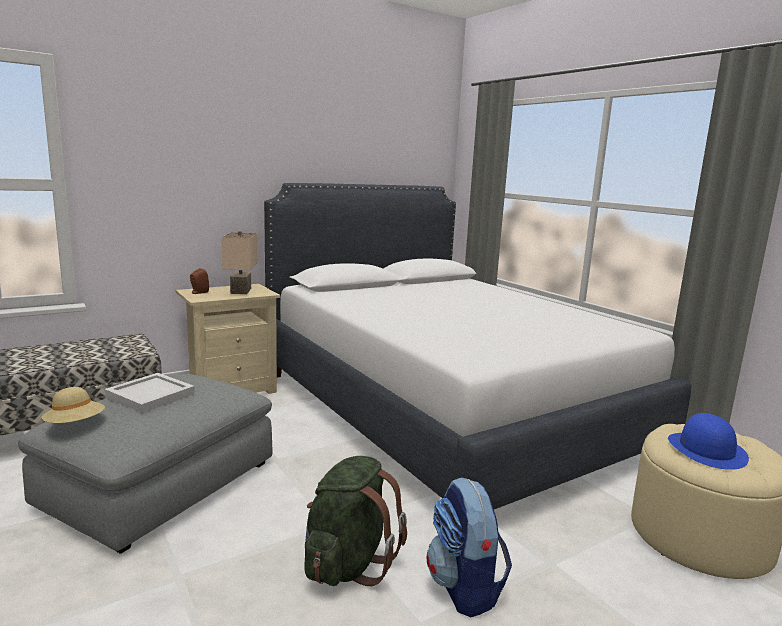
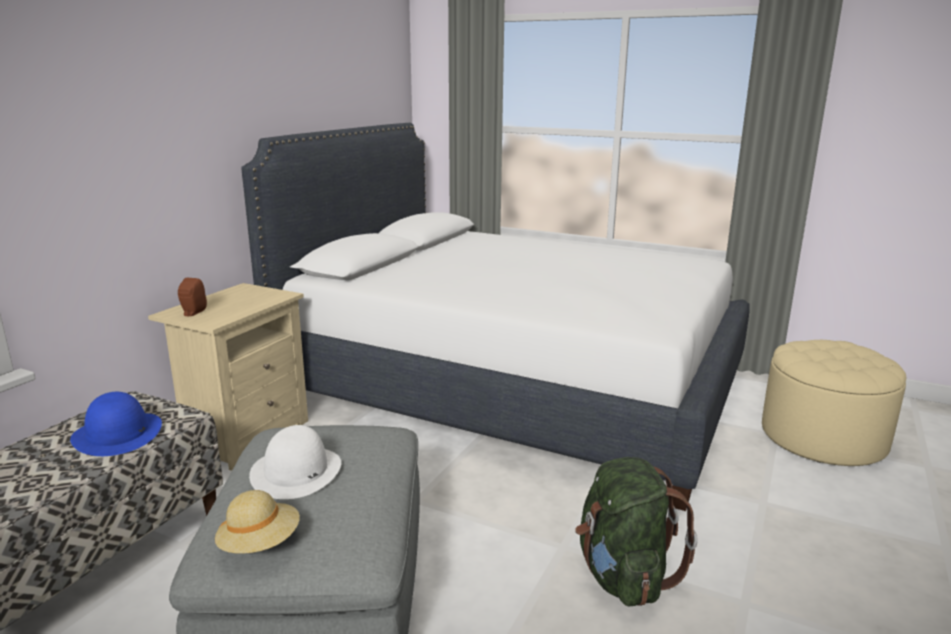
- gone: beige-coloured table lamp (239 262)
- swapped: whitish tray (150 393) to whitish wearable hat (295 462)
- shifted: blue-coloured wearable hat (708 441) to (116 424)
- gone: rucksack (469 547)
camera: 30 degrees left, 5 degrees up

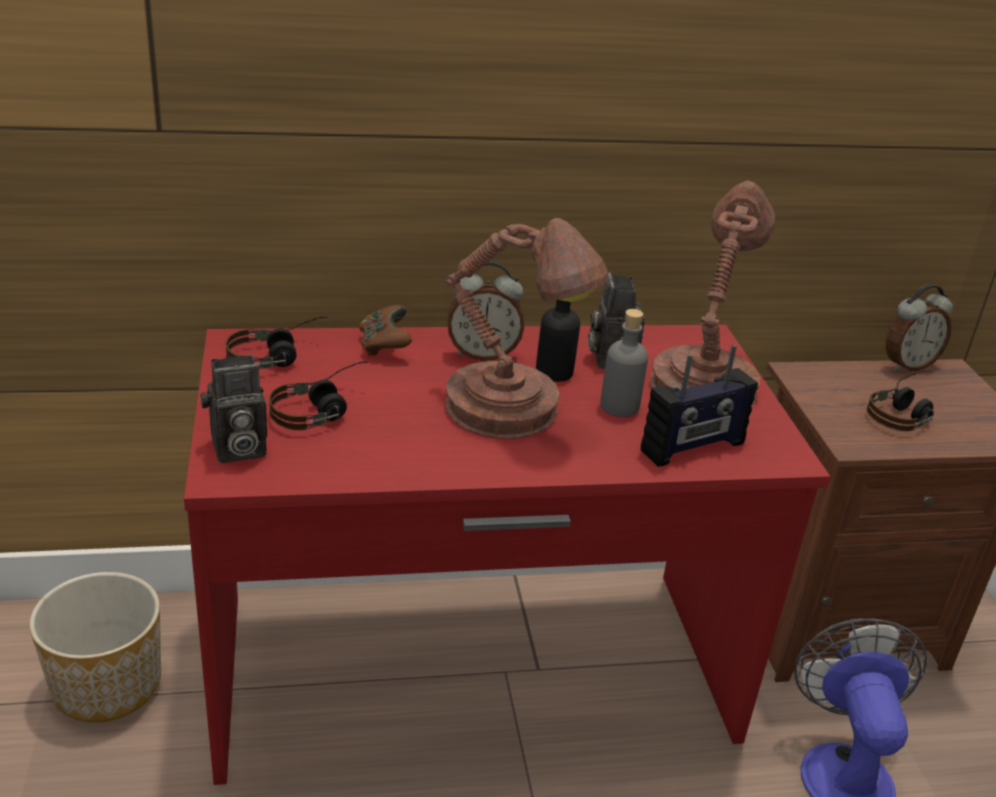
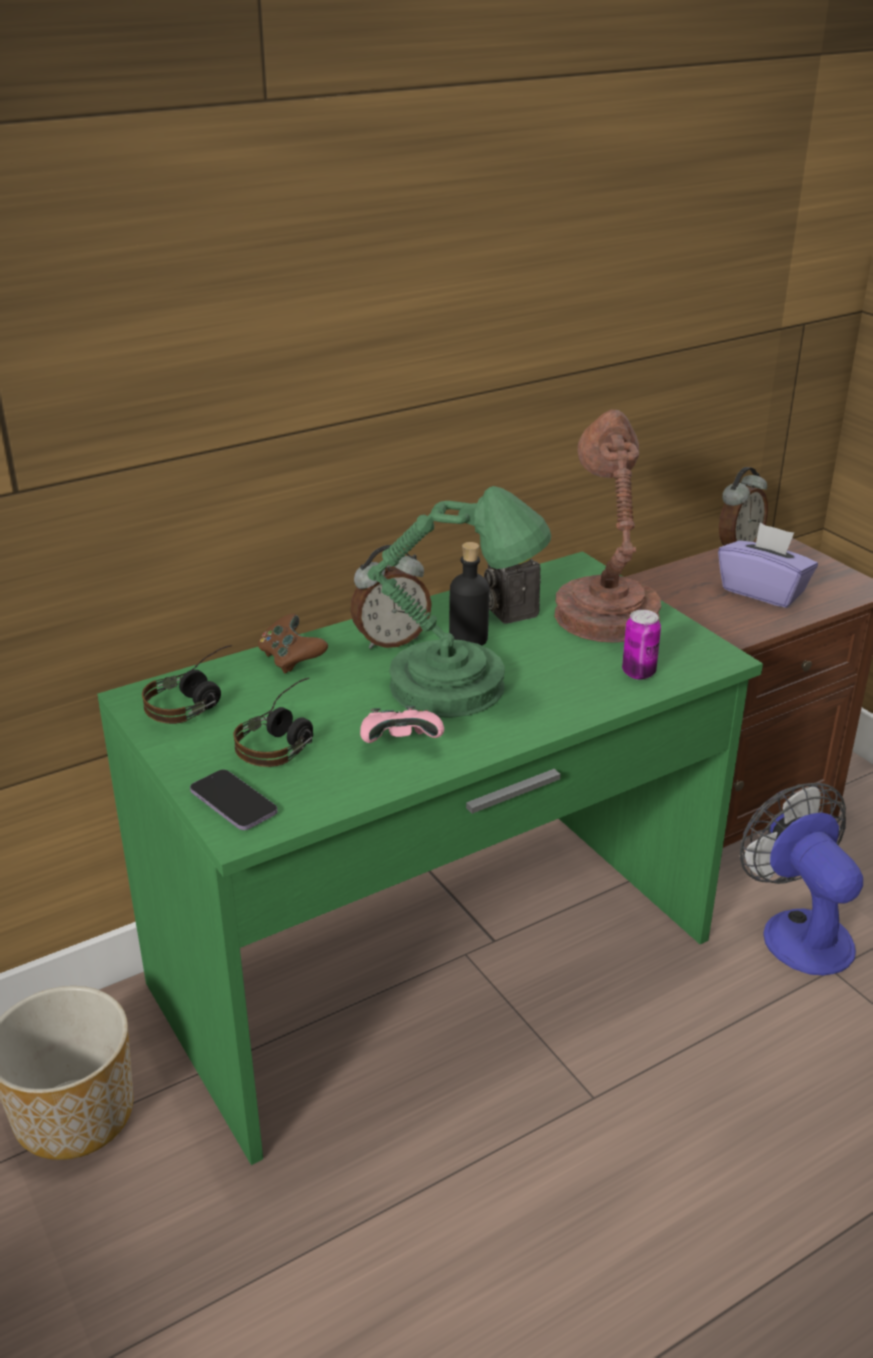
- repainted: brown-coloured table lamp (526 328) to greenish table lamp (459 602)
- gone: grey drink bottle (624 363)
- repainted: red desk (507 555) to greenish desk (430 858)
- swapped: radio receiver (699 406) to sealed can (641 645)
- swapped: photo camera (233 409) to telephone (233 800)
- swapped: headphones (900 400) to purplish box of tissues (768 565)
- new: pink-coloured game controller (402 724)
camera: 20 degrees left, 0 degrees up

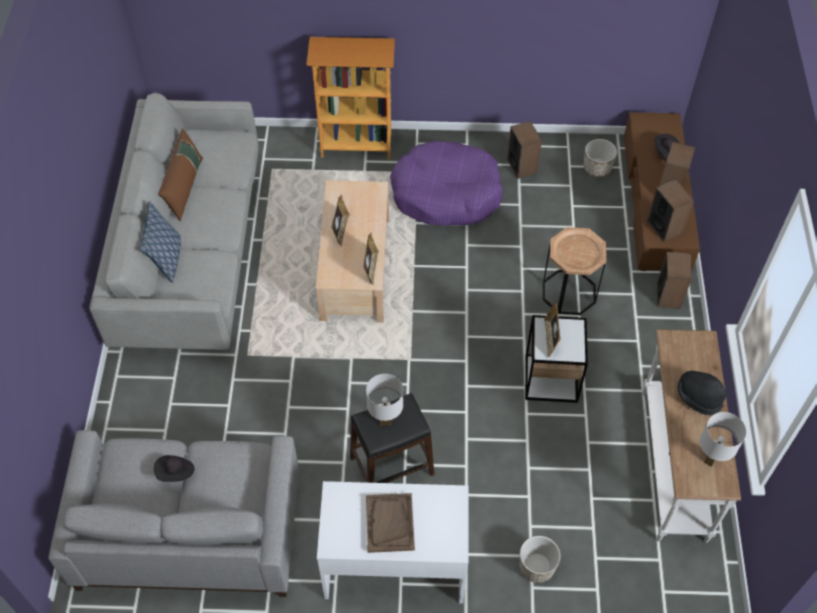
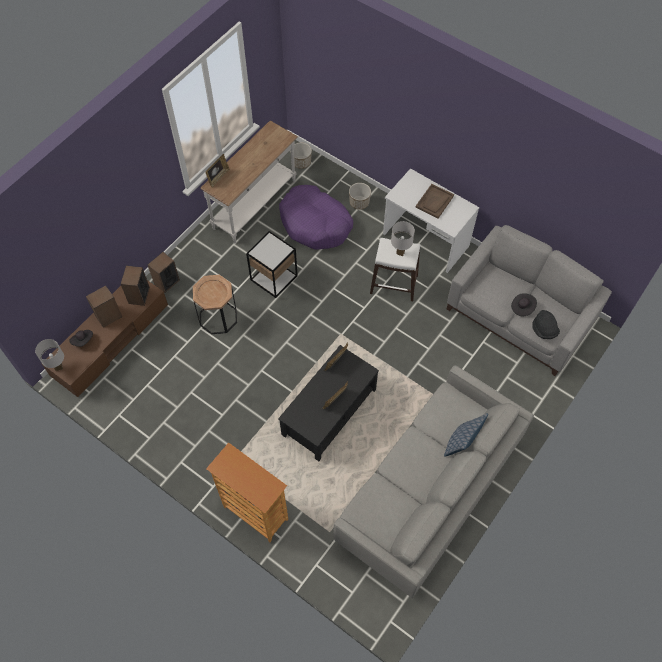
- gone: audio speaker (524 150)
- gone: brown-coloured cushion (180 175)
- shifted: plant pot (600 158) to (301 155)
- shifted: purplish pet bed (446 183) to (316 217)
- repainted: beige-coloured low table (352 251) to blackish low table (328 403)
- shifted: photo frame (552 329) to (218 170)
- shifted: blackish wearable hat (701 393) to (546 324)
- repainted: blackish stool (392 438) to whitish stool (395 269)
- shifted: whitish table lamp (723 439) to (49 355)
camera: 145 degrees left, 5 degrees up

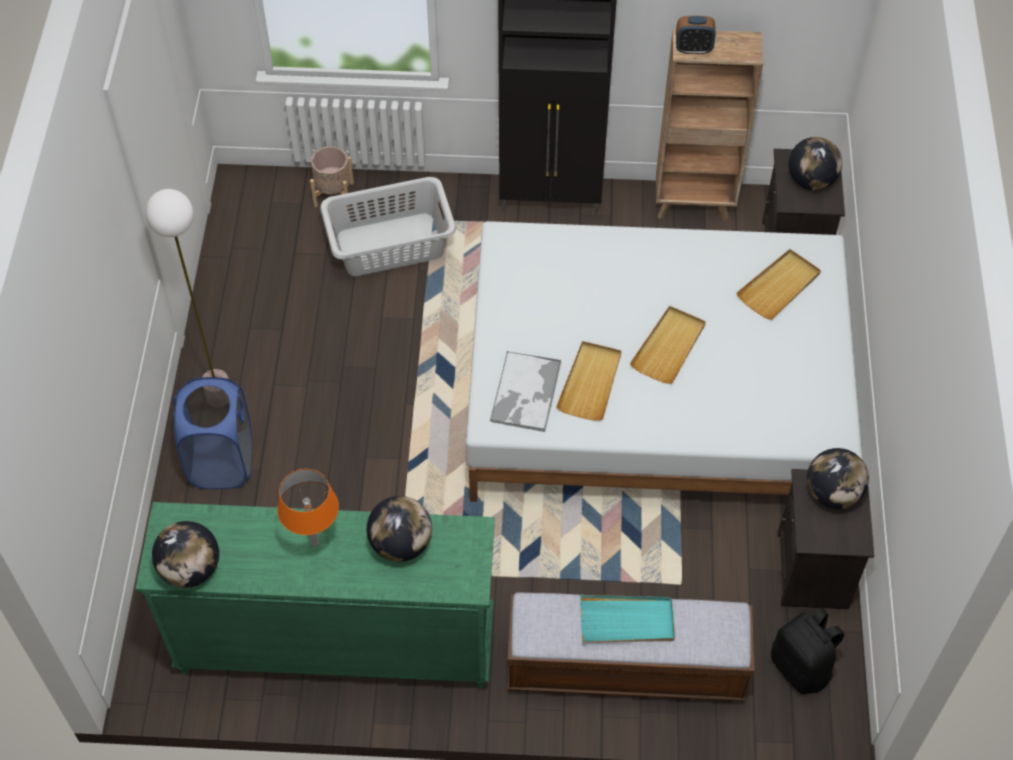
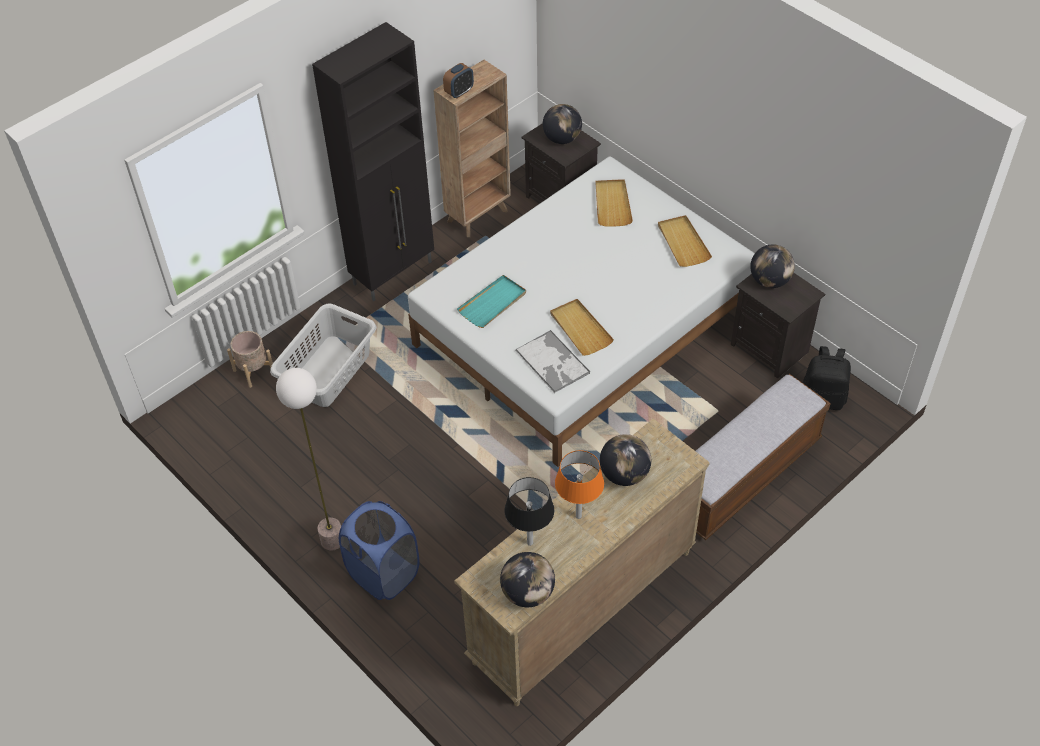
- shifted: beige-coloured tray (668 345) to (685 241)
- repainted: greenish chest of drawers (315 595) to beige-coloured chest of drawers (582 562)
- shifted: turquoise tray (627 618) to (491 301)
- new: blackish table lamp (529 511)
camera: 45 degrees left, 5 degrees down

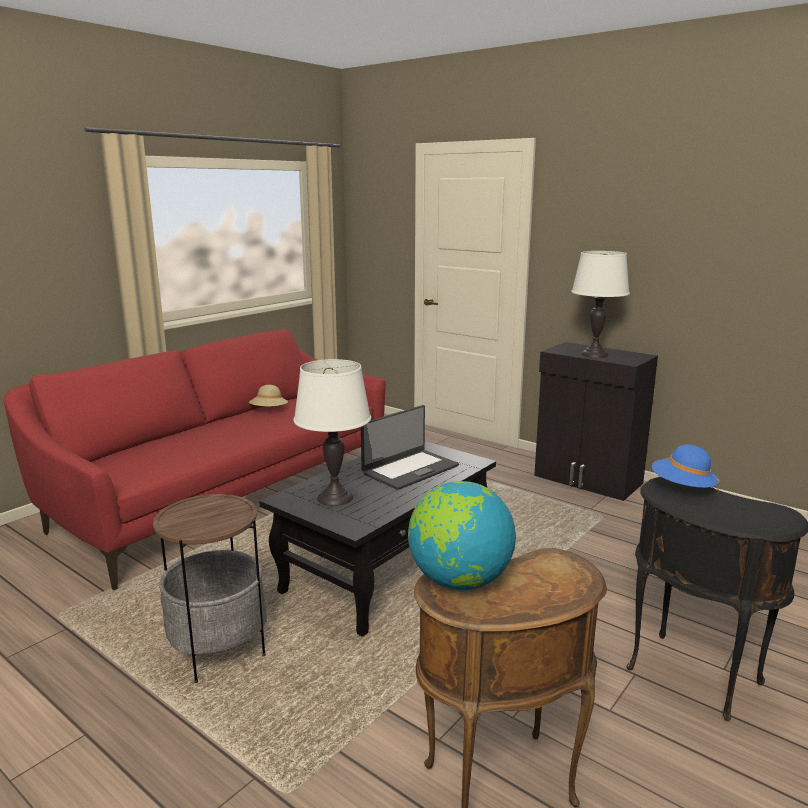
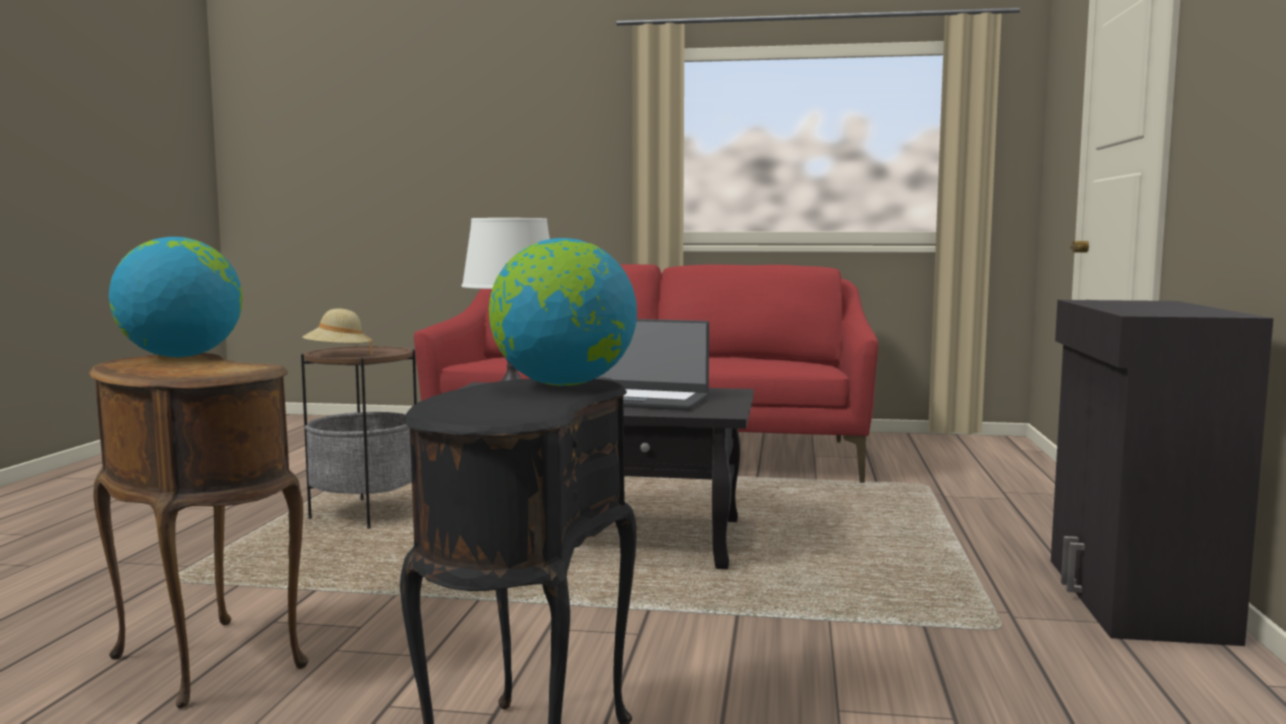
- gone: whitish table lamp (600 304)
- shifted: beige-coloured wearable hat (268 395) to (337 332)
- swapped: blue-coloured wearable hat (686 468) to globe (563 312)
camera: 60 degrees right, 10 degrees down

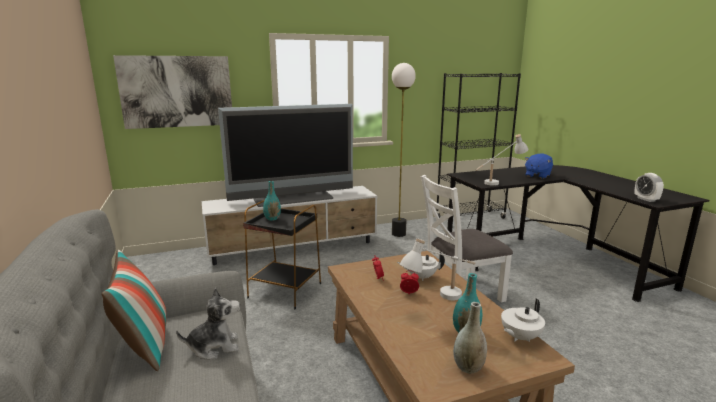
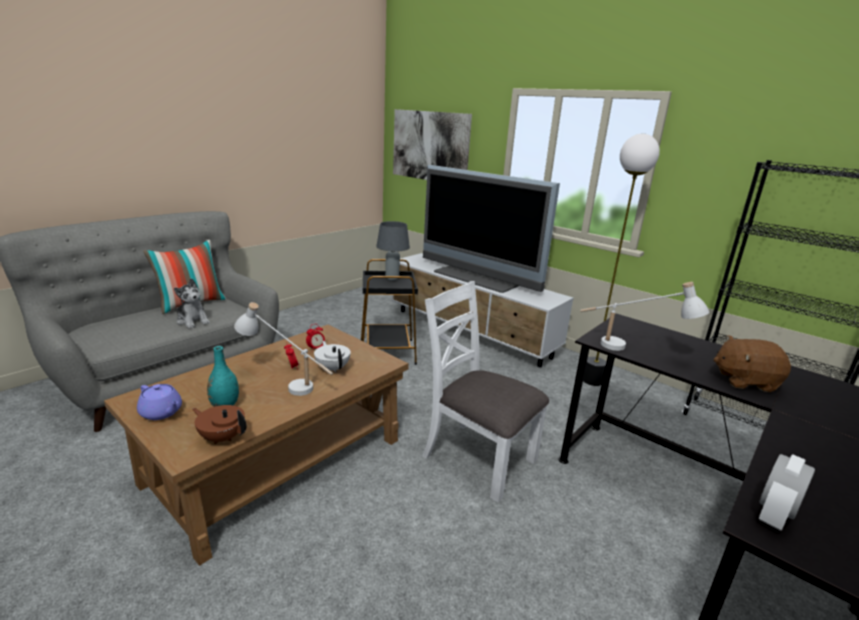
- repainted: blue-coloured cuddly toy (539 166) to brown-coloured cuddly toy (752 363)
- swapped: turquoise vase (272 201) to grey table lamp (393 251)
- repainted: whitish teapot (523 320) to brown-coloured teapot (219 424)
- swapped: grey vase (470 338) to purplish teapot (159 402)
camera: 60 degrees right, 5 degrees up

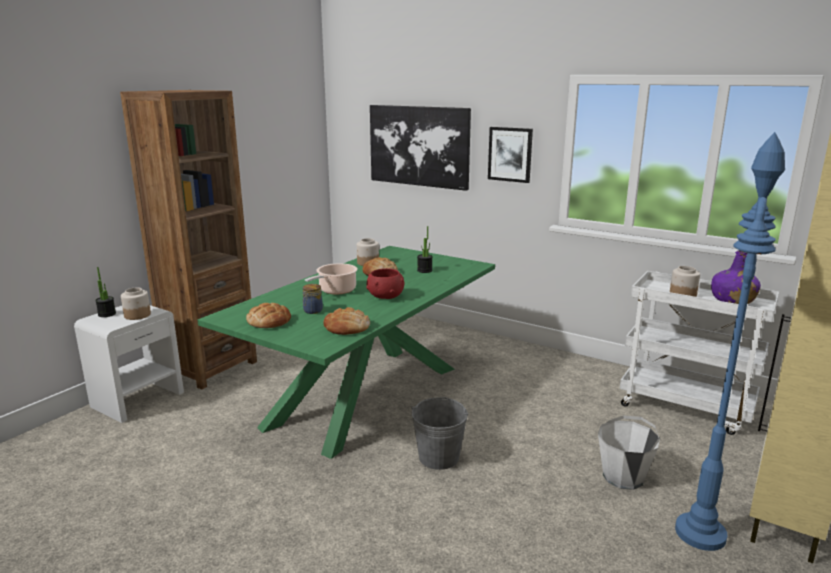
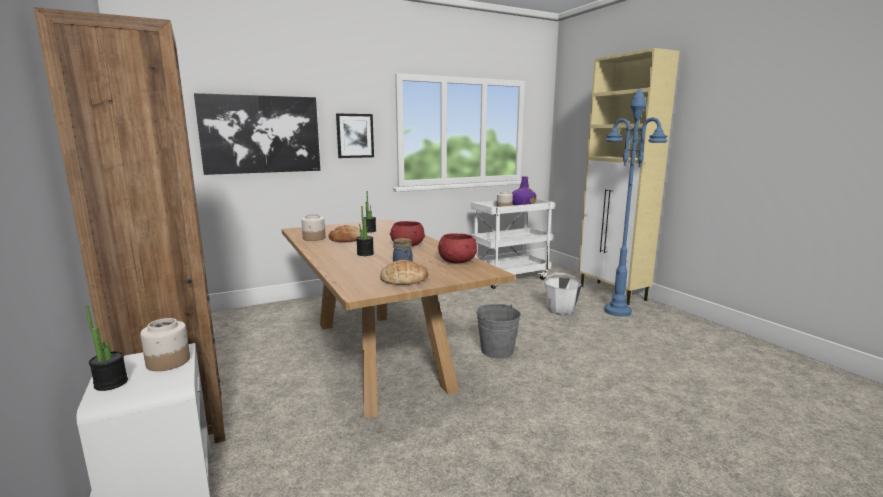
- repainted: greenish dinner table (346 352) to brown-coloured dinner table (398 318)
- swapped: cooking pot (331 278) to houseplant (365 231)
- swapped: baked bread (346 321) to red deep dish (457 248)
camera: 60 degrees left, 5 degrees down

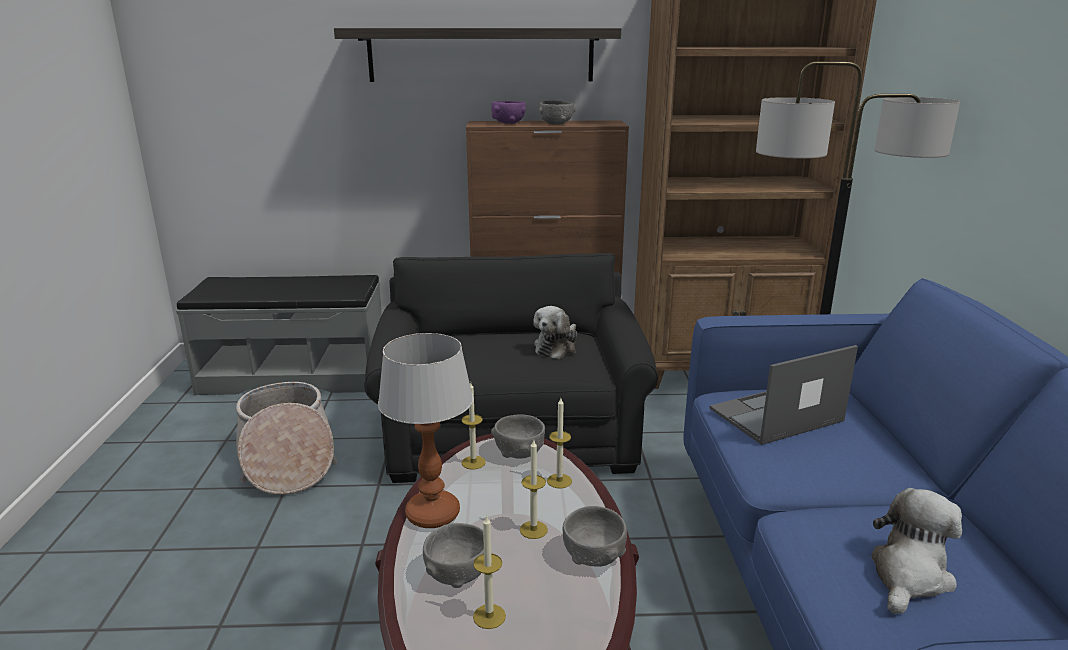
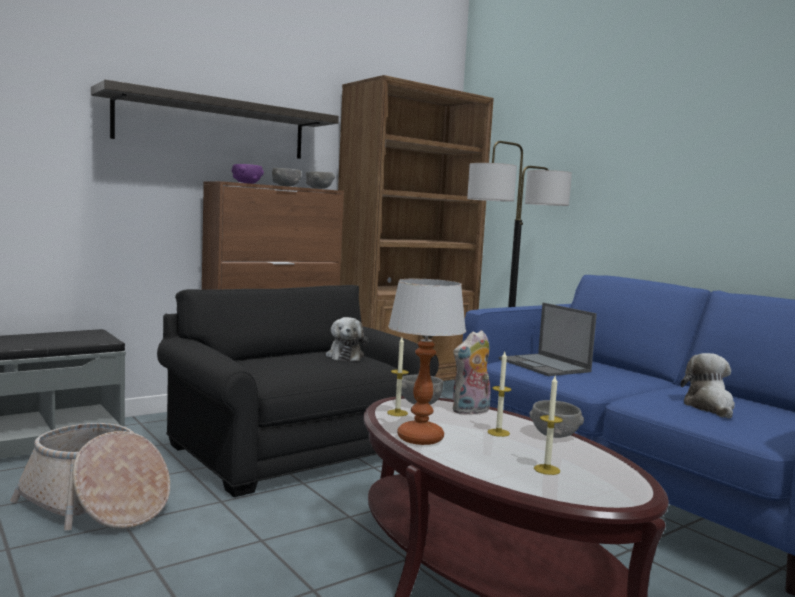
- rotated: portable computer (783 395) = (548 339) 60 degrees counterclockwise
- swapped: wax light (559 443) to cuddly toy (472 372)
- shifted: grey deep dish (453 555) to (320 180)
camera: 35 degrees left, 15 degrees down

